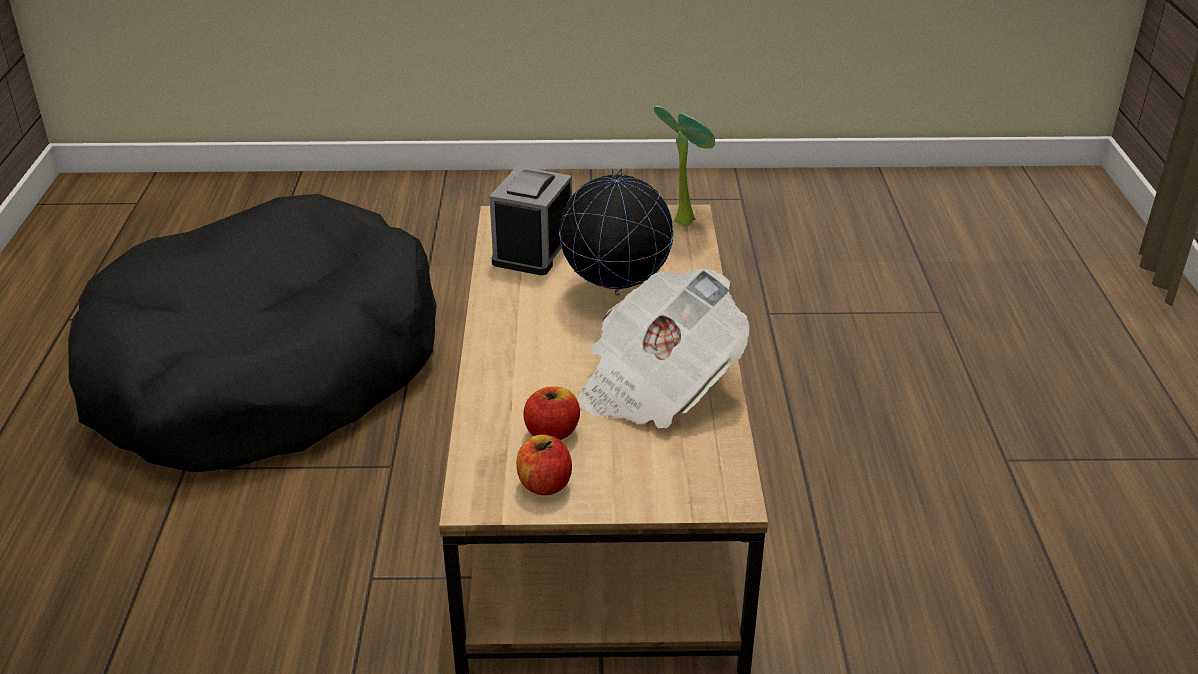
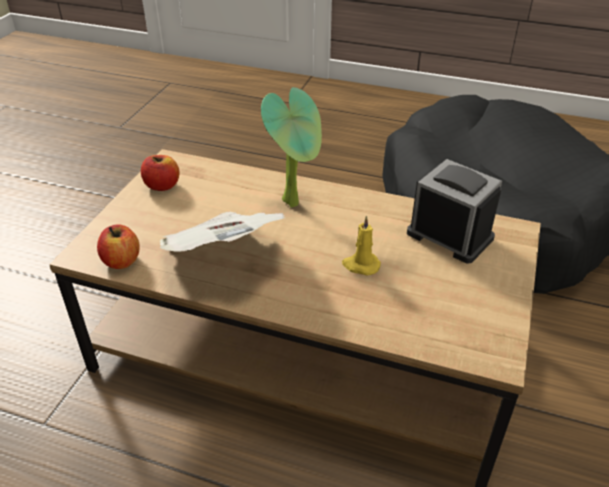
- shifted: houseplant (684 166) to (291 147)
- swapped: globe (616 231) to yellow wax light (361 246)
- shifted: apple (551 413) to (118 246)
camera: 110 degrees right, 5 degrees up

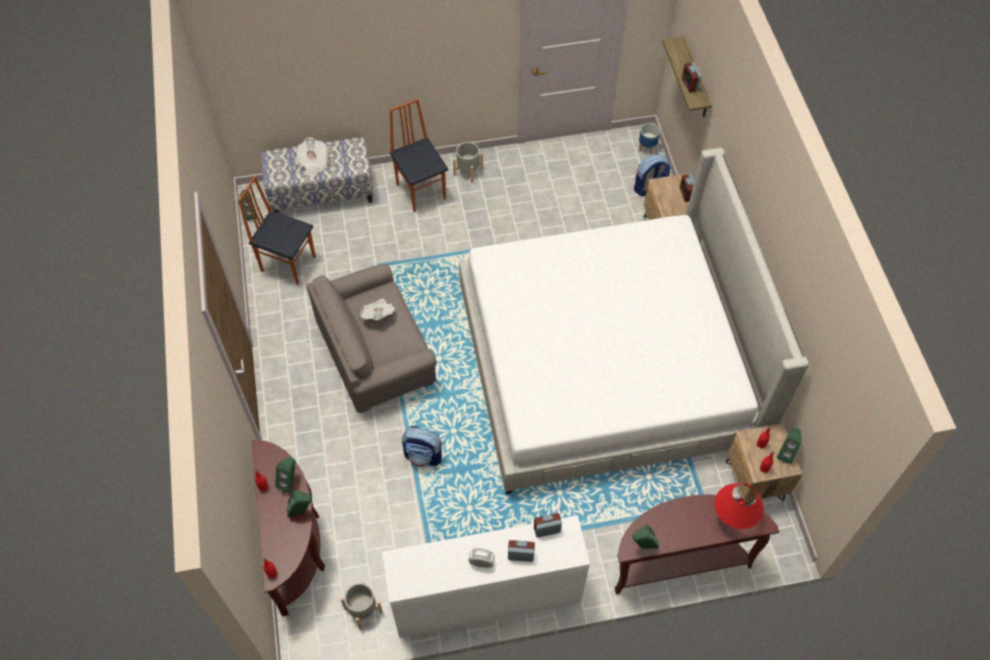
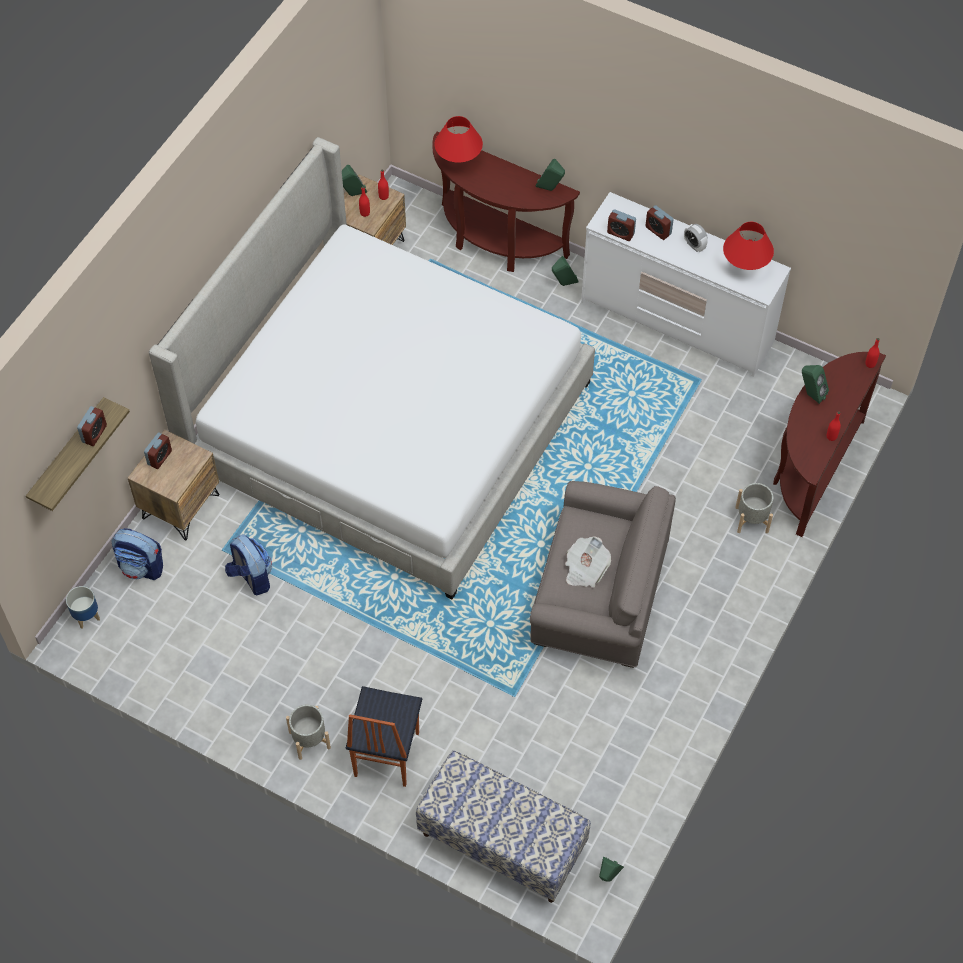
- gone: newspaper (312 157)
- gone: chair (277 230)
- shifted: rucksack (422 446) to (248 564)
- shifted: greenish audio speaker (285 475) to (565 271)
- shifted: grey plant pot (361 605) to (754 508)
- new: red table lamp (748 246)
camera: 140 degrees left, 0 degrees up

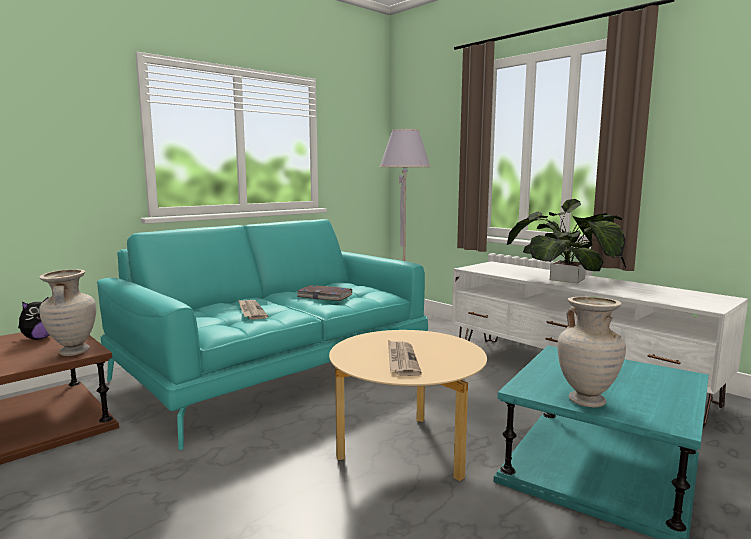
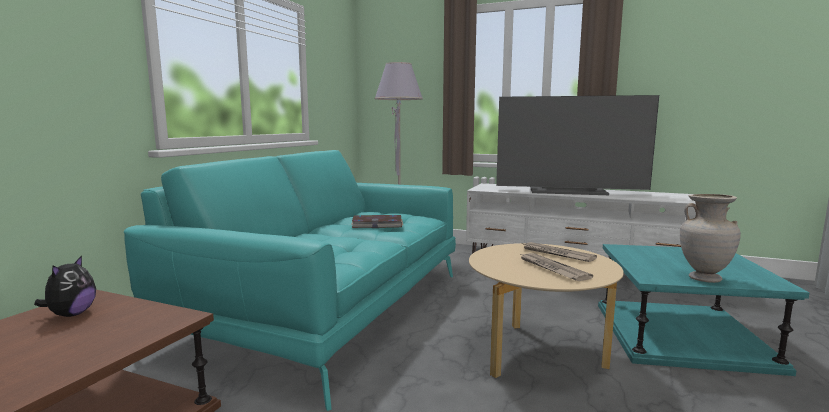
- swapped: houseplant (566 241) to television (577 145)
- gone: beige-coloured vase (67 312)
- shifted: newspaper (253 310) to (559 252)
camera: 25 degrees left, 0 degrees up

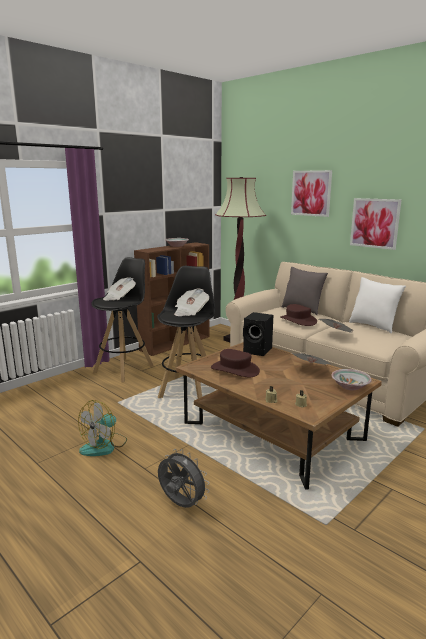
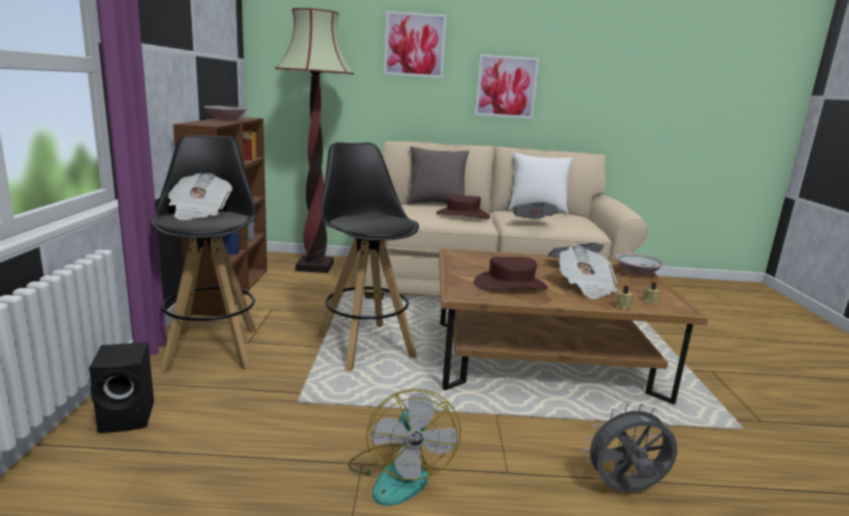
- shifted: newspaper (191 302) to (588 272)
- shifted: blackish audio speaker (258 334) to (121 387)
camera: 45 degrees left, 0 degrees up

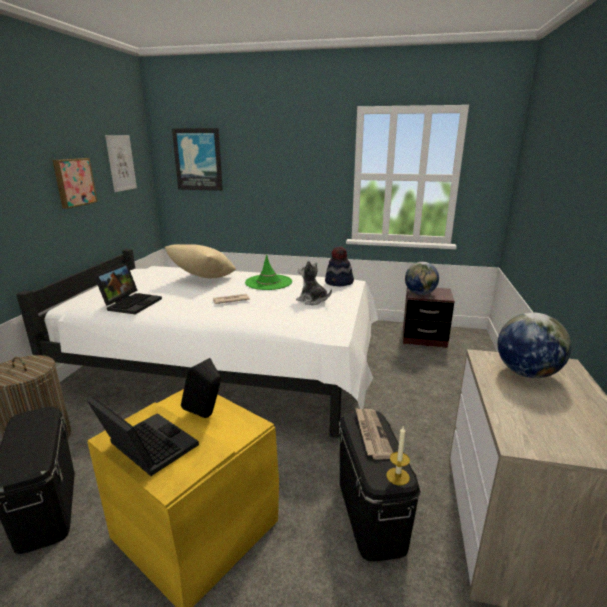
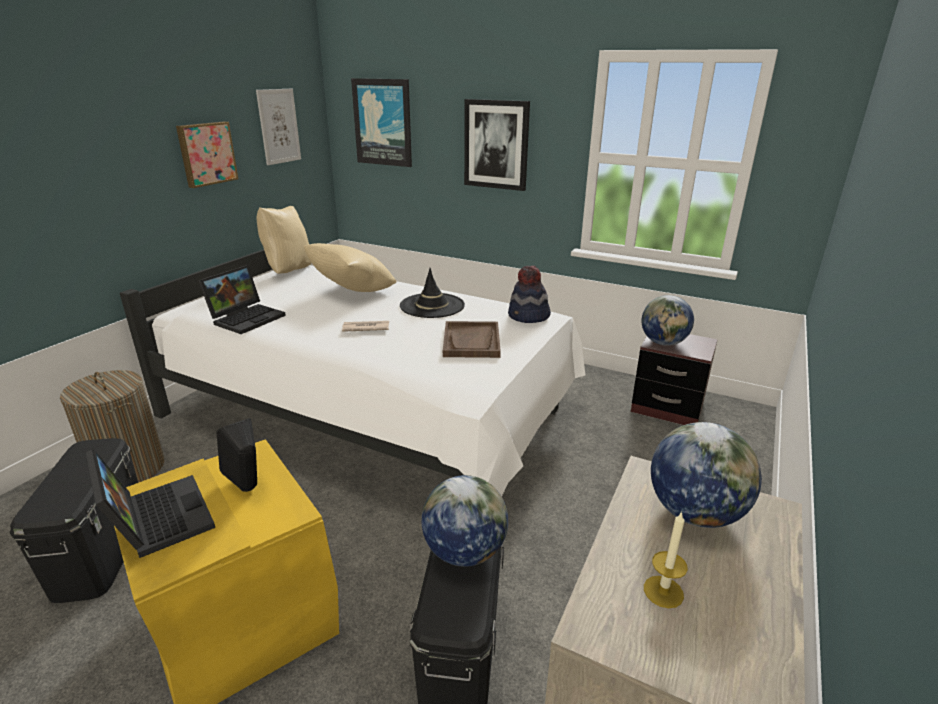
- repainted: greenish wearable hat (268 272) to blackish wearable hat (432 293)
- swapped: cuddly toy (314 282) to brown-coloured tray (472 339)
- swapped: newspaper (374 434) to globe (465 521)
- shifted: wax light (398 456) to (666 559)
- new: wall art (497 145)
- new: beige-coloured cushion (284 240)
camera: 15 degrees right, 5 degrees up

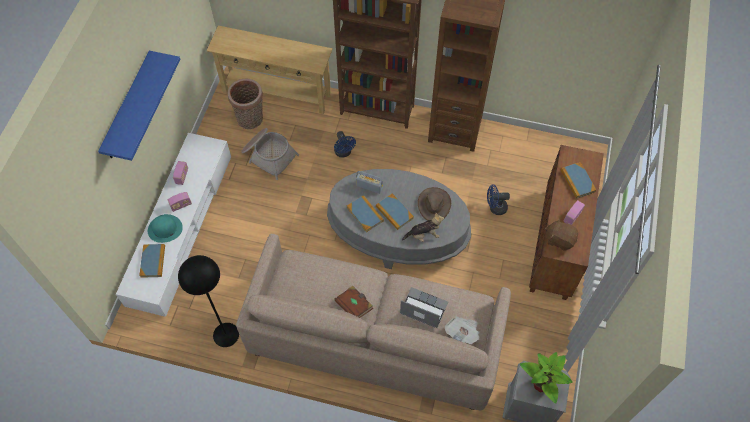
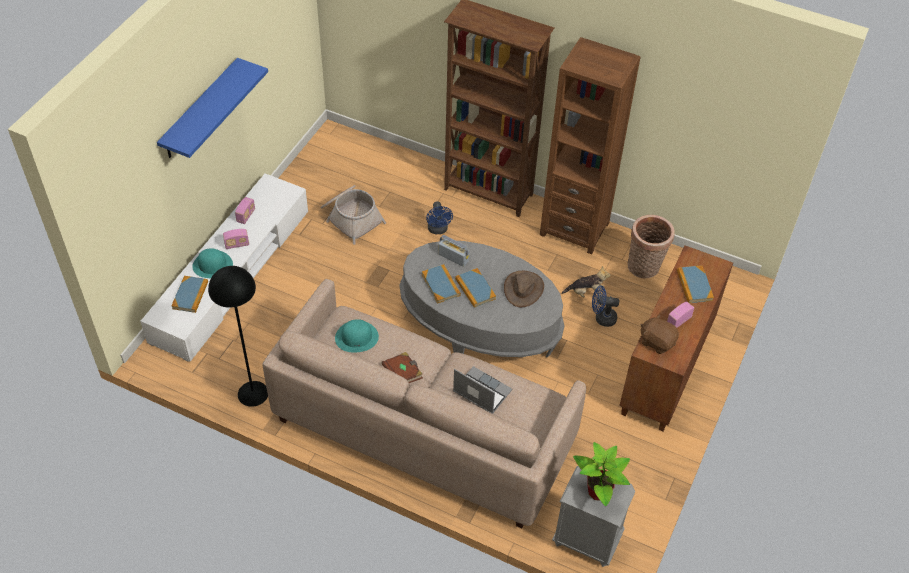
- gone: beige-coloured hall table (269 70)
- shifted: household basket (245 103) to (651 247)
- shifted: cuddly toy (423 227) to (586 282)
- gone: newspaper (462 330)
- new: turquoise wearable hat (357 336)
camera: 10 degrees right, 10 degrees down

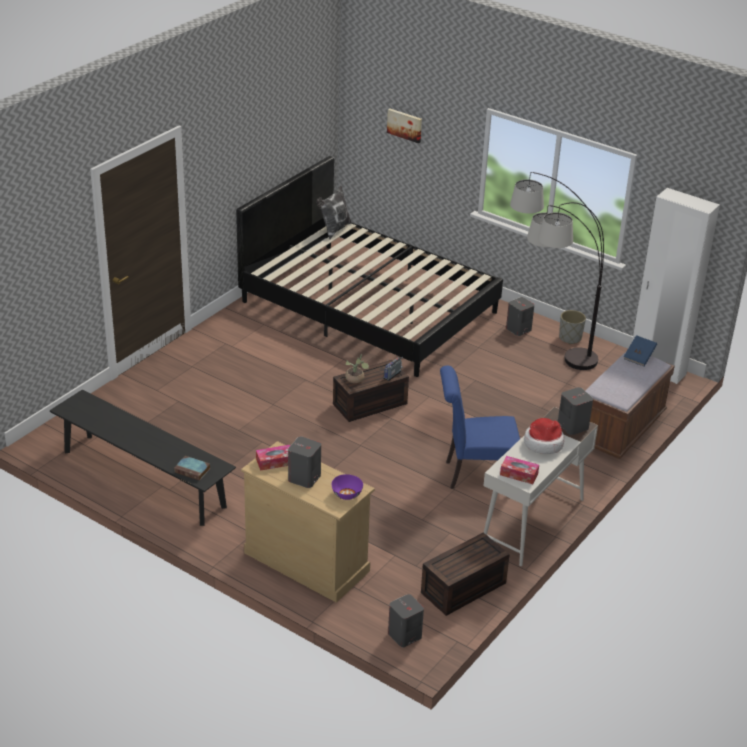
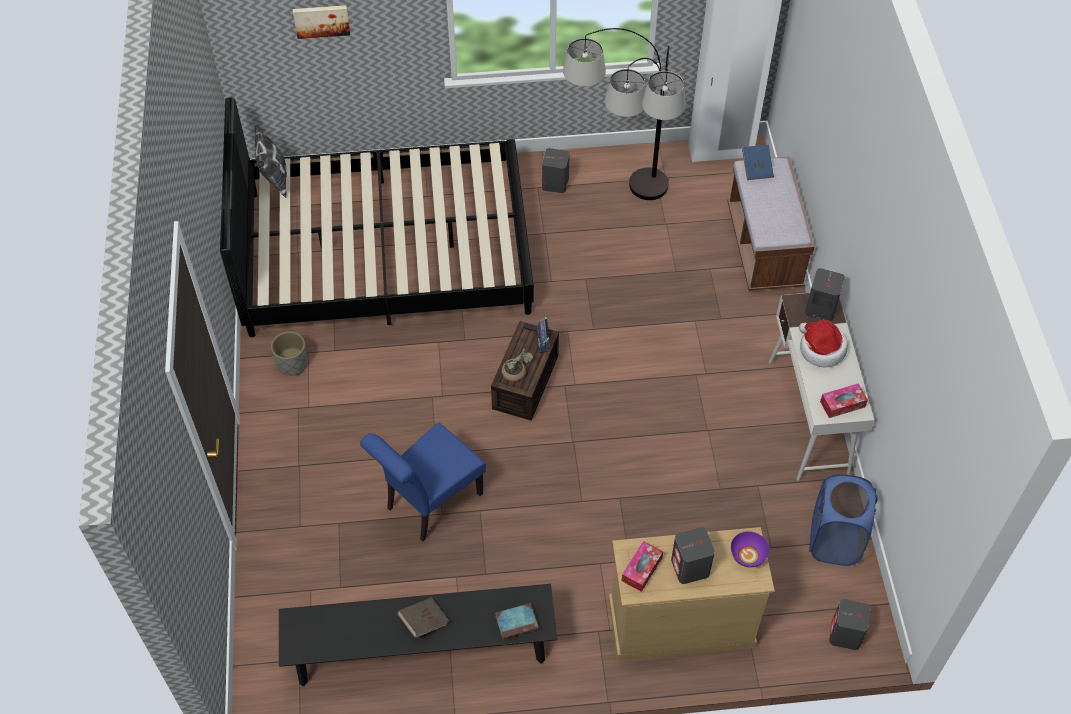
- shifted: grey plant pot (572 327) to (289 353)
- shifted: blue-coloured chair (480 427) to (423 482)
- swapped: brown-coloured storage container (465 574) to blue-coloured washing basket (843 520)
- new: brown-coloured book (423 618)
camera: 40 degrees left, 20 degrees up

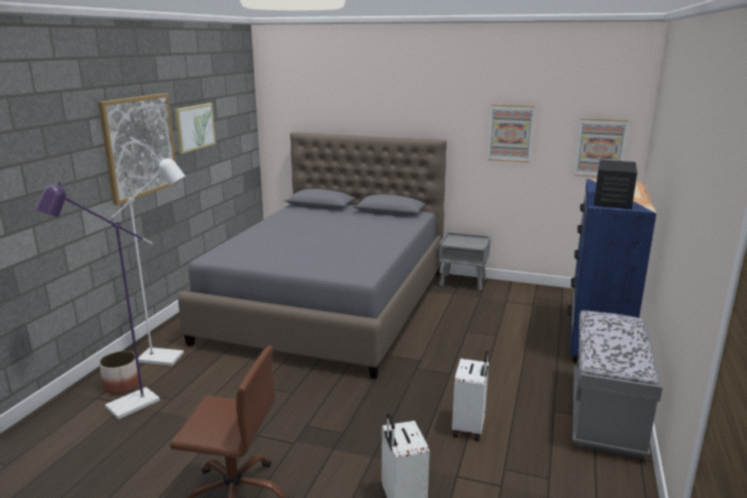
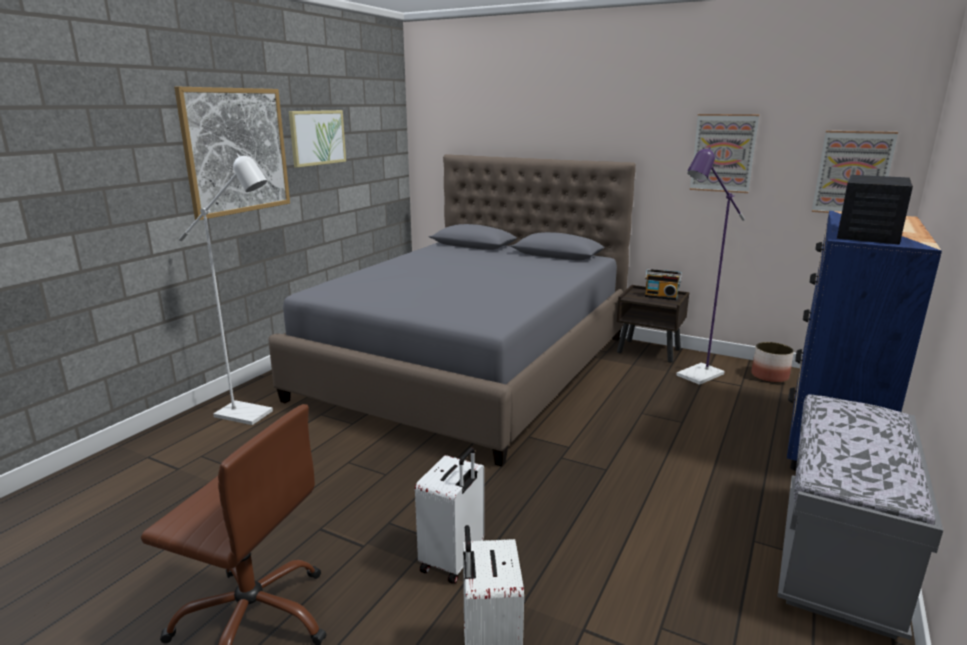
- shifted: purplish floor lamp (97 300) to (710 266)
- repainted: grey nightstand (465 261) to brown-coloured nightstand (653 324)
- shifted: plant pot (119 372) to (772 362)
- shifted: whitish piece of luggage (470 396) to (449 515)
- new: radio receiver (663 284)
camera: 10 degrees right, 0 degrees up

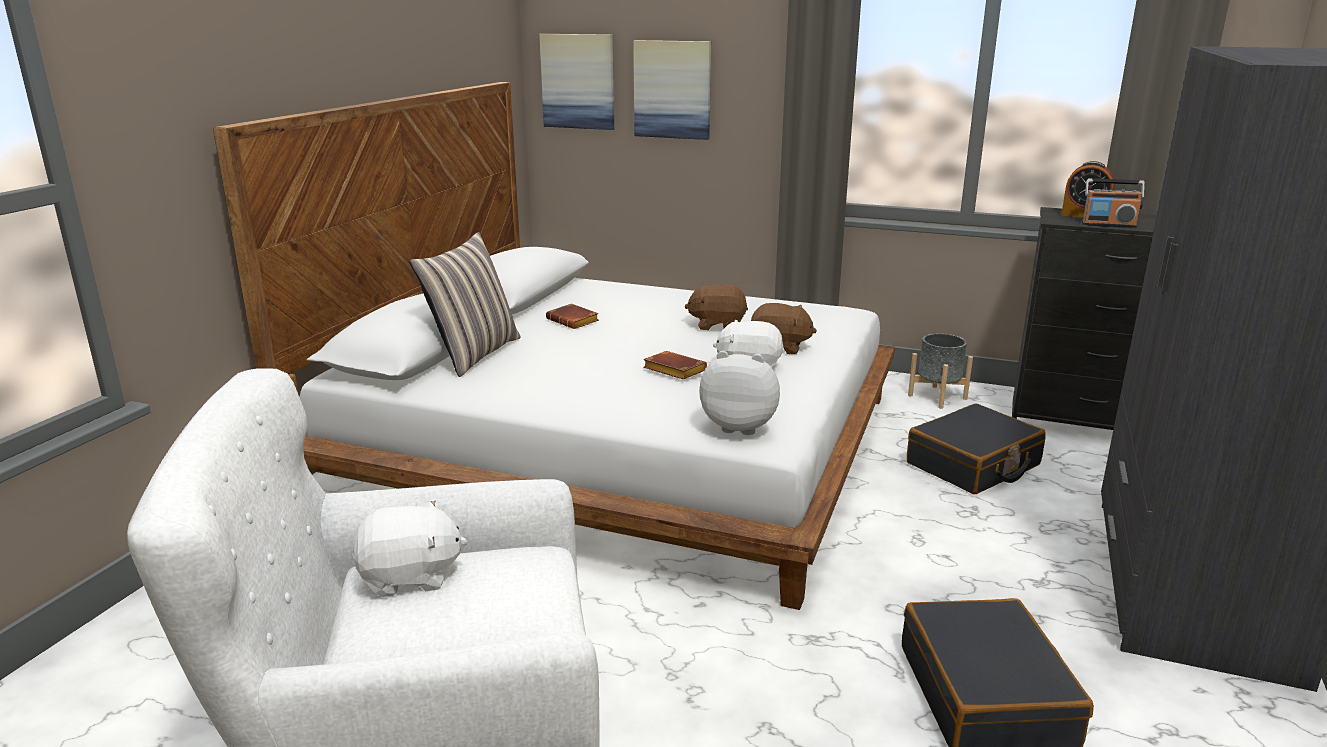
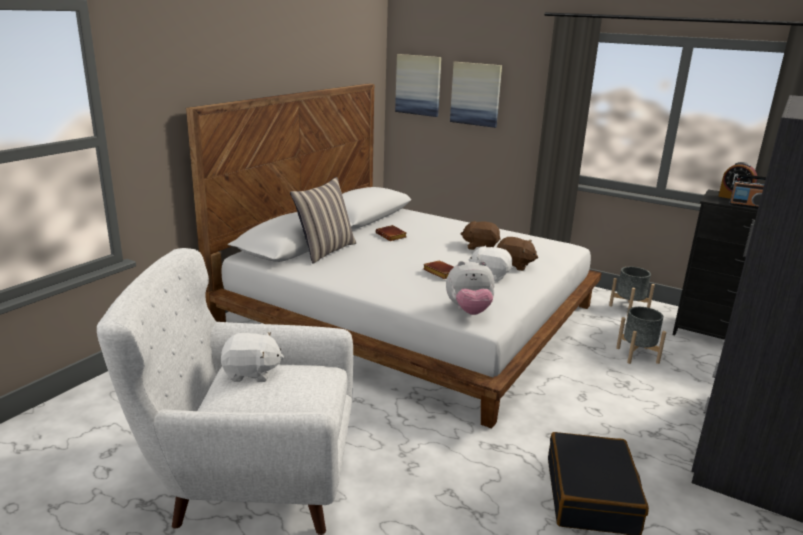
- rotated: cuddly toy (739 393) = (470 288) 150 degrees clockwise
- swapped: blackish piece of luggage (976 449) to grey plant pot (641 335)
camera: 10 degrees right, 0 degrees up

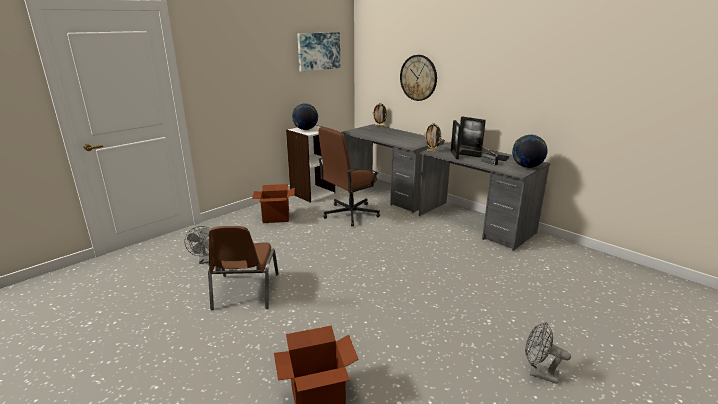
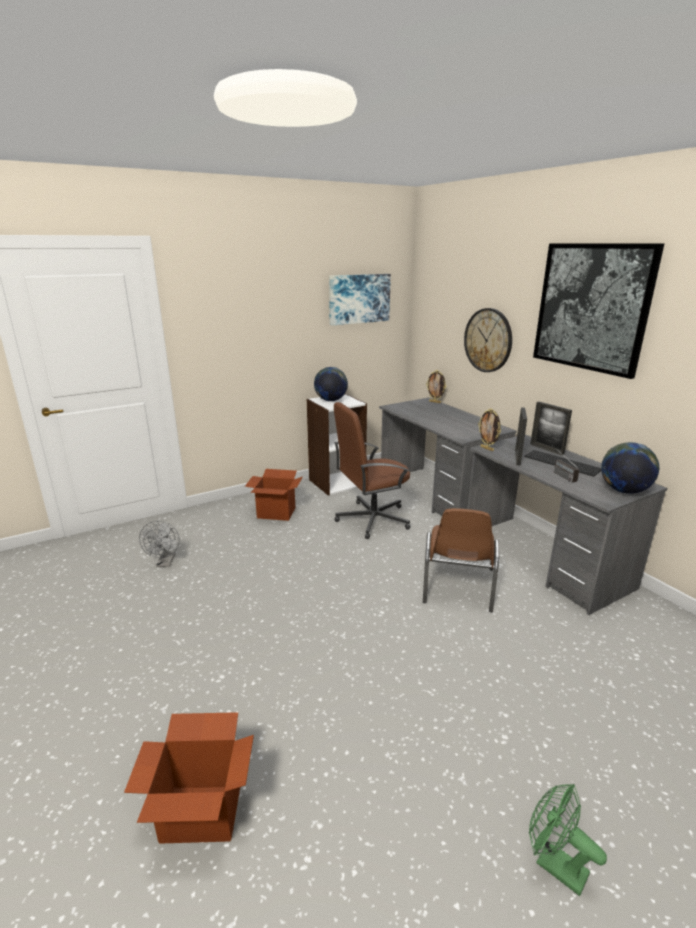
- shifted: brown-coloured chair (243 268) to (461 560)
- repainted: grey cooling fan (548 353) to greenish cooling fan (568 840)
- new: wall art (598 311)
camera: 15 degrees right, 0 degrees up

